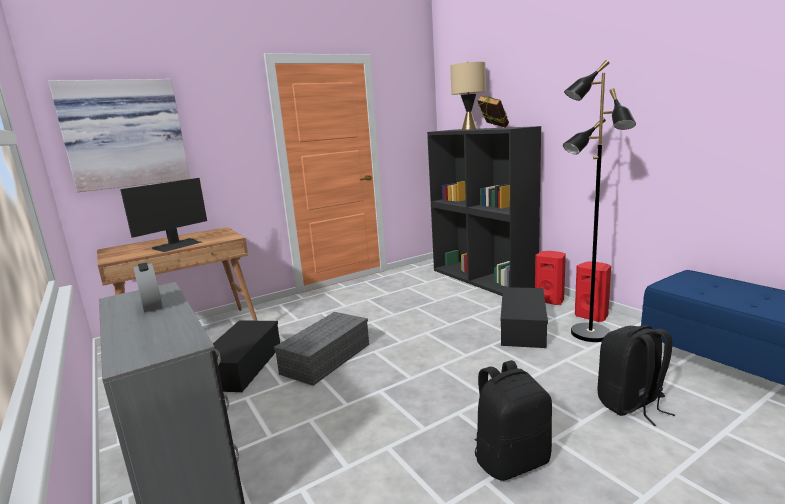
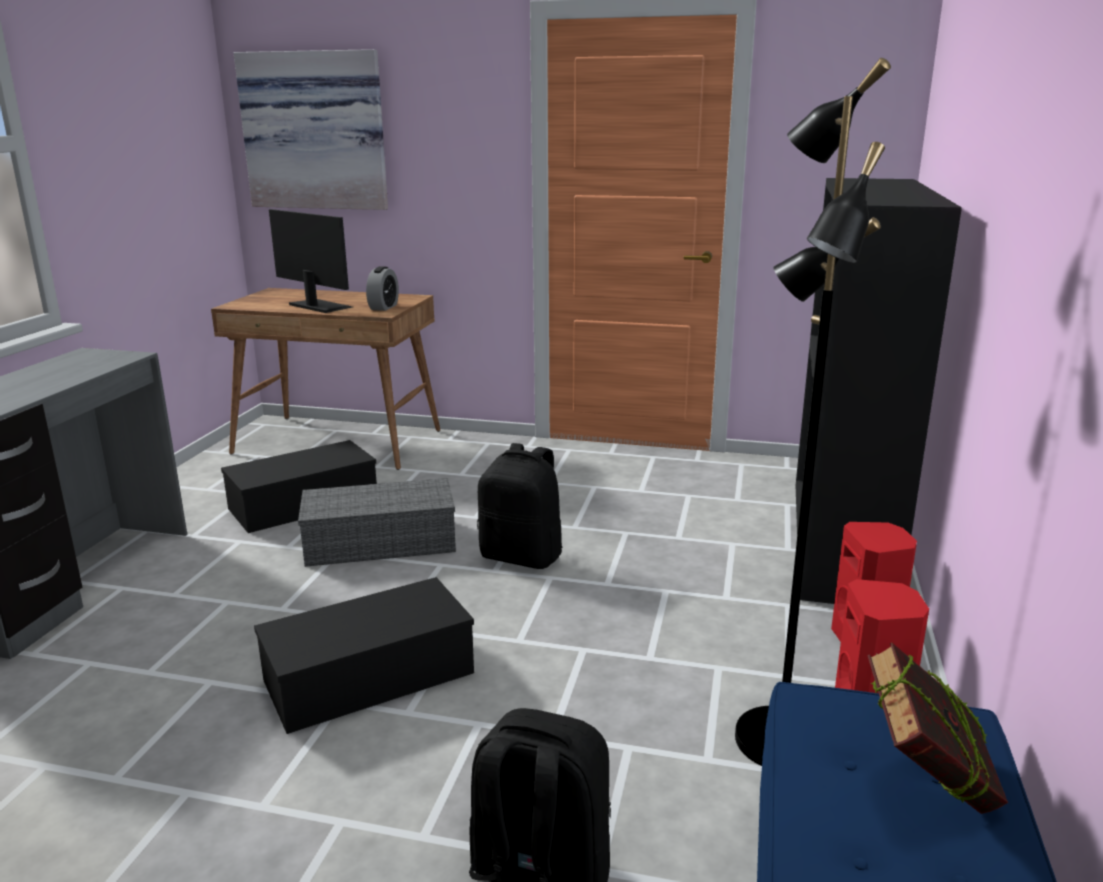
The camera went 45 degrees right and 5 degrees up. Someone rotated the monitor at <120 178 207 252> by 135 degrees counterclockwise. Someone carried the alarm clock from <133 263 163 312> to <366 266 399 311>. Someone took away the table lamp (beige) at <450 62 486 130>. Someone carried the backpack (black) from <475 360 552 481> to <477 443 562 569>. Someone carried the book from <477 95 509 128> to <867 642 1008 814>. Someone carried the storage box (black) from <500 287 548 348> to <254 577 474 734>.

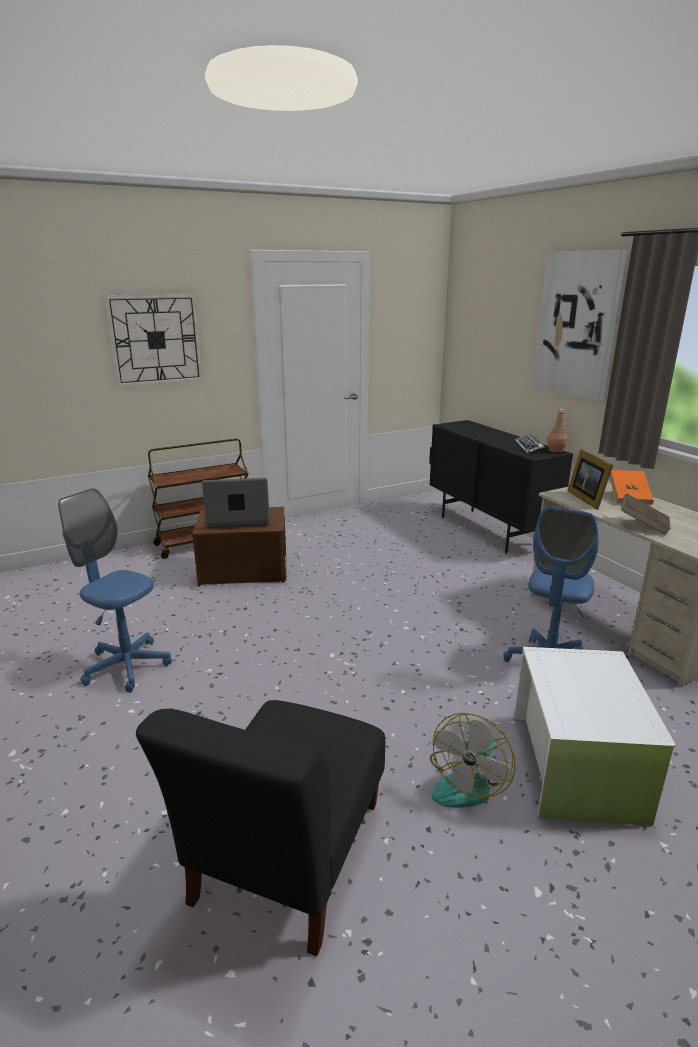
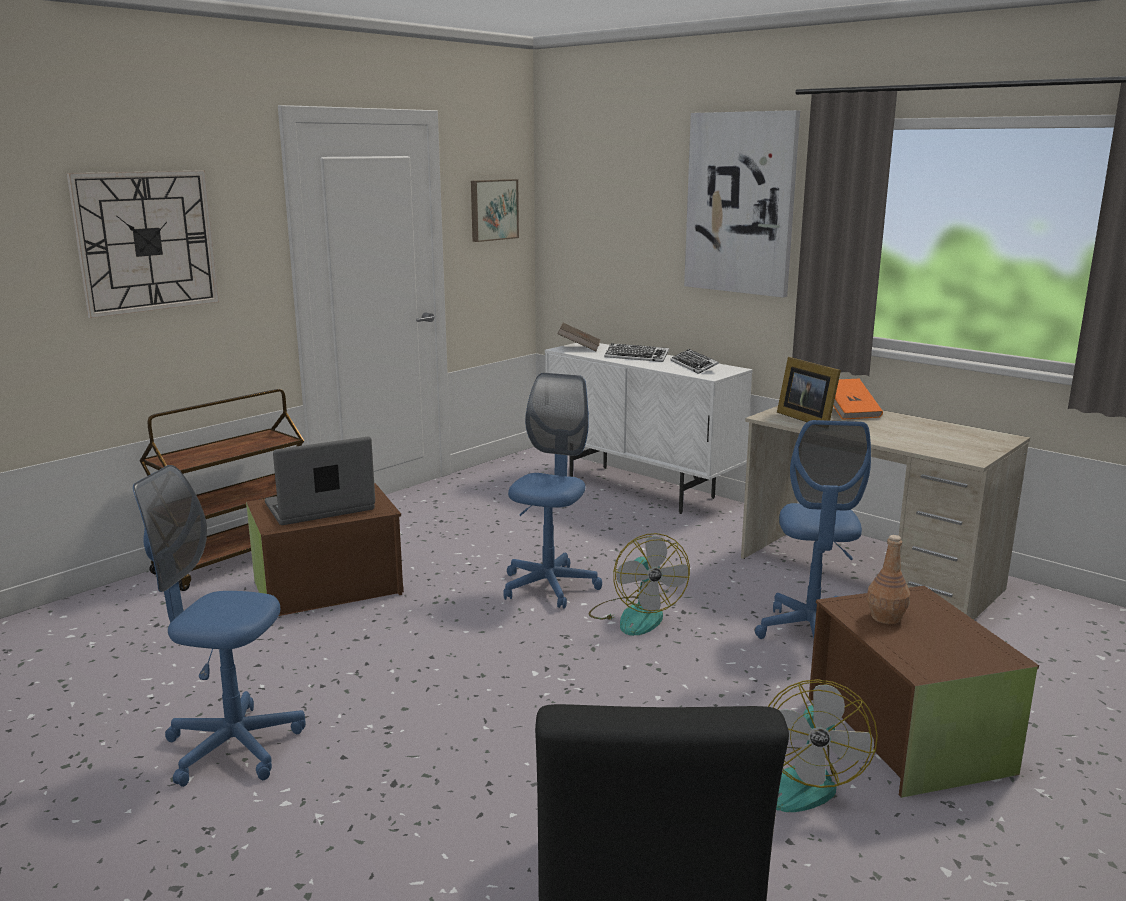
The camera went 20 degrees left and 5 degrees down. Someone repainted the cabinet (black) at <429 420 573 554>, which became the cabinet (white) at <545 343 753 514>. Someone repainted the storage box (white) at <514 647 676 826>, which became the storage box (brown) at <809 586 1039 798>. Someone carried the bottle (brown) from <547 409 568 453> to <867 535 910 624>. Someone carried the book (brown) from <621 493 671 535> to <558 323 600 352>. Someone put up the picture at <471 179 519 242>. Someone put down the office chair (blue) at <503 373 602 609>. Someone put down the fan at <589 533 690 636>. Someone put down the keyboard at <604 343 669 362>.

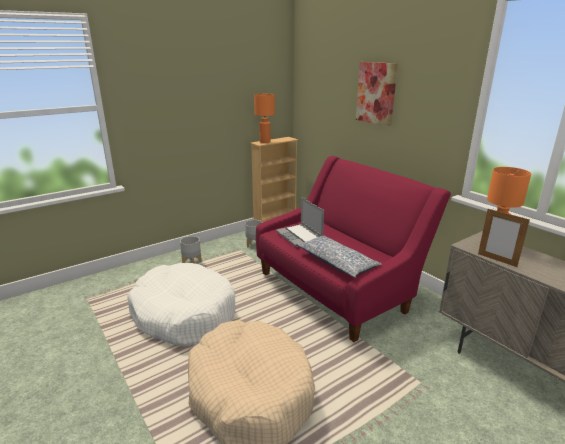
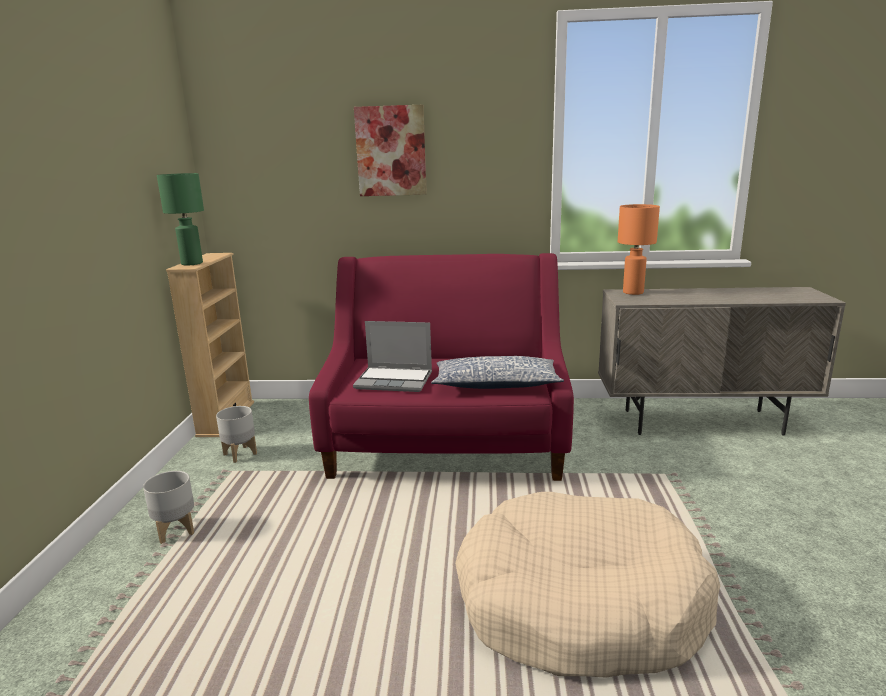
The camera went 50 degrees left and 5 degrees down. Someone took away the dog bed (white) at <127 263 235 347>. Someone repainted the table lamp (orange) at <254 94 275 143>, which became the table lamp (green) at <157 173 204 265>. Someone took away the picture frame at <478 208 530 267>.

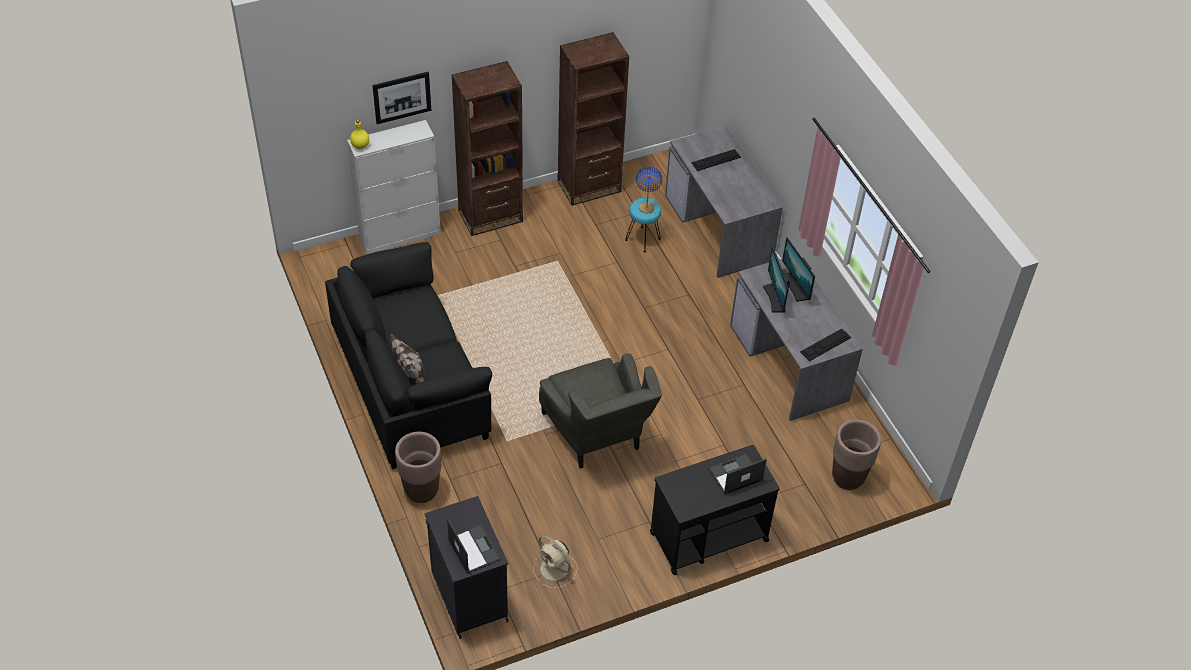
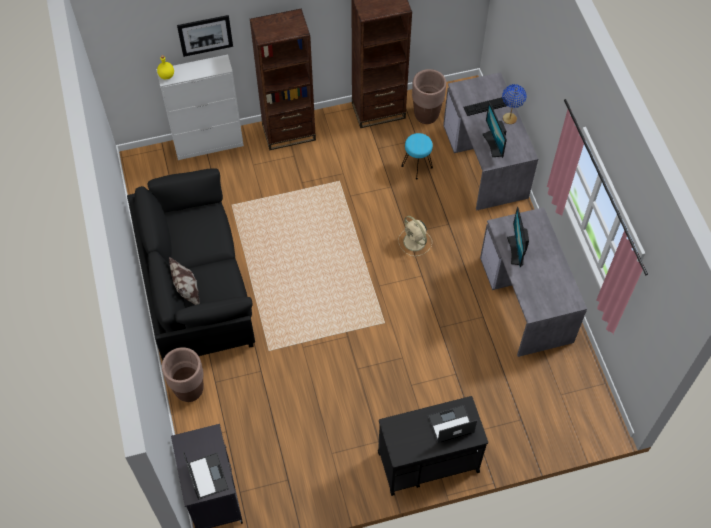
The camera went 10 degrees right and 10 degrees up. Someone carried the fan (beige) from <533 536 578 588> to <398 216 432 256>. Someone took away the armchair (grey) at <539 353 662 469>. Someone carried the table lamp (blue) from <636 166 662 213> to <502 84 526 124>. Someone carried the monitor from <782 237 815 302> to <482 102 507 158>. Someone took away the keyboard at <800 329 851 361>. Someone carried the planter (brown) from <832 419 881 490> to <412 69 446 124>.

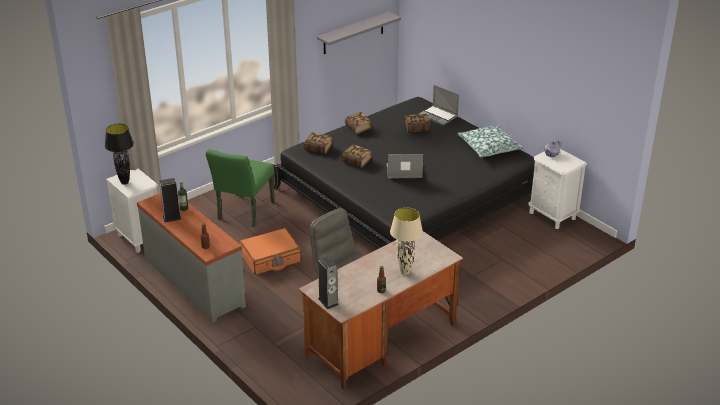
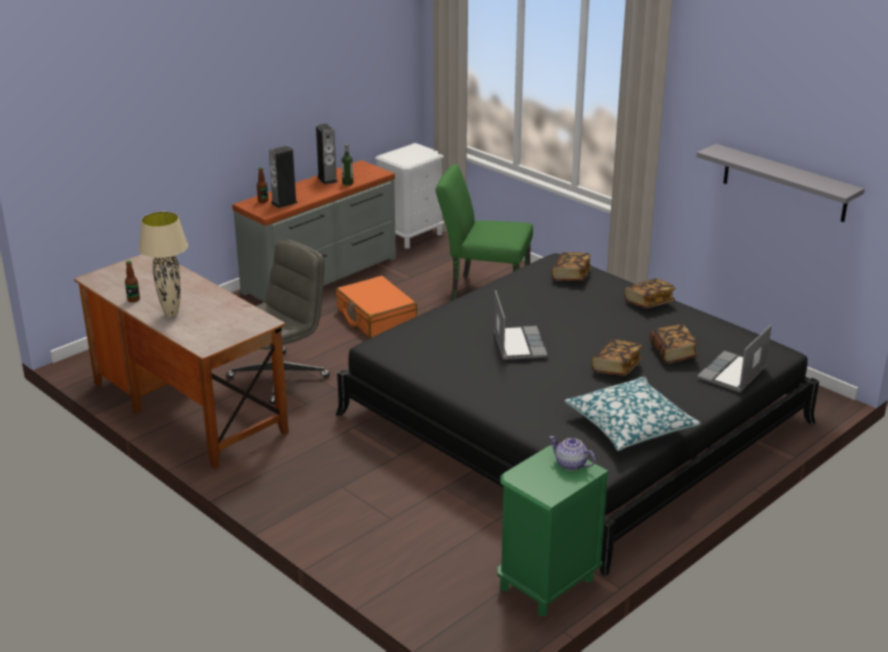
The camera went 85 degrees right and 5 degrees down. Someone took away the table lamp (black) at <105 124 134 185>. Someone carried the speaker from <318 257 339 309> to <269 146 298 208>. Someone carried the book from <342 144 373 168> to <592 339 642 376>. Someone repainted the nightstand (white) at <528 149 587 229>, which became the nightstand (green) at <497 445 610 616>.

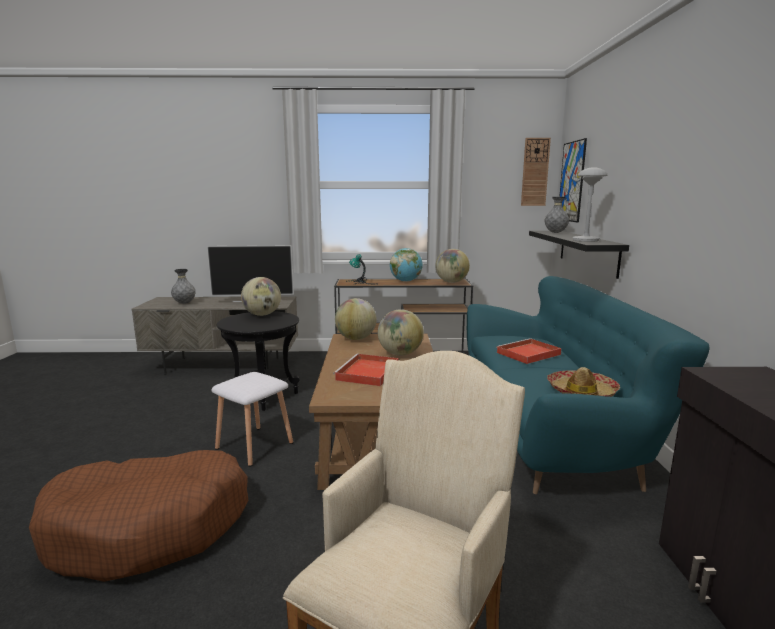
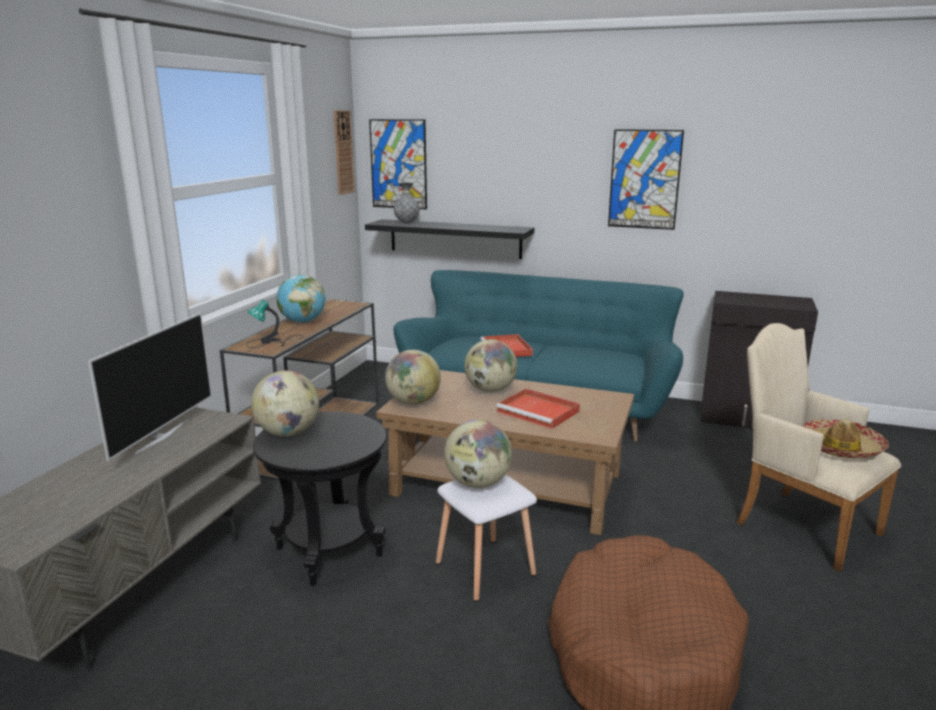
The camera went 70 degrees left and 5 degrees up. Someone took away the vase (grey) at <171 269 196 304>. Someone carried the globe from <435 249 470 283> to <444 420 512 488>. Someone carried the hat from <547 367 620 397> to <802 419 889 458>. Someone took away the table lamp (grey) at <572 168 608 242>. Someone put up the picture at <608 129 684 230>.

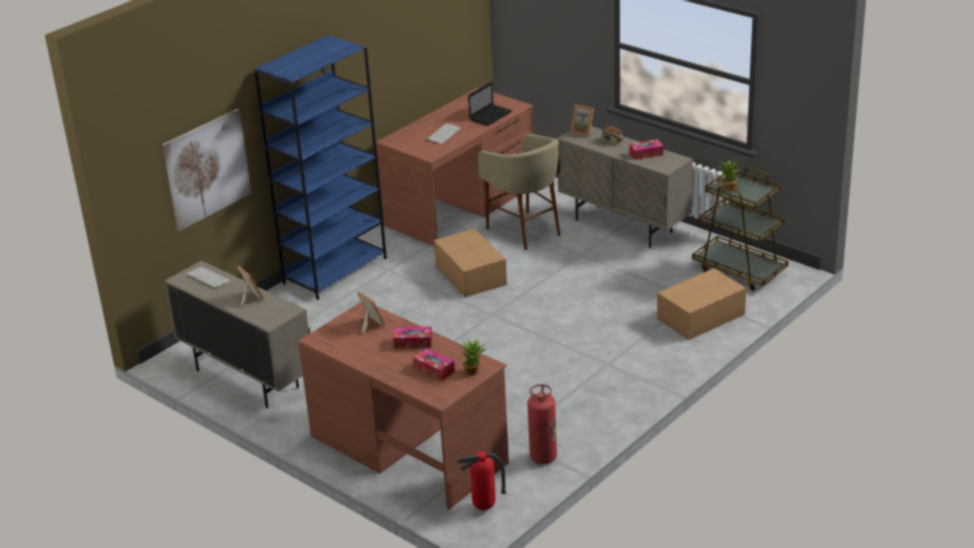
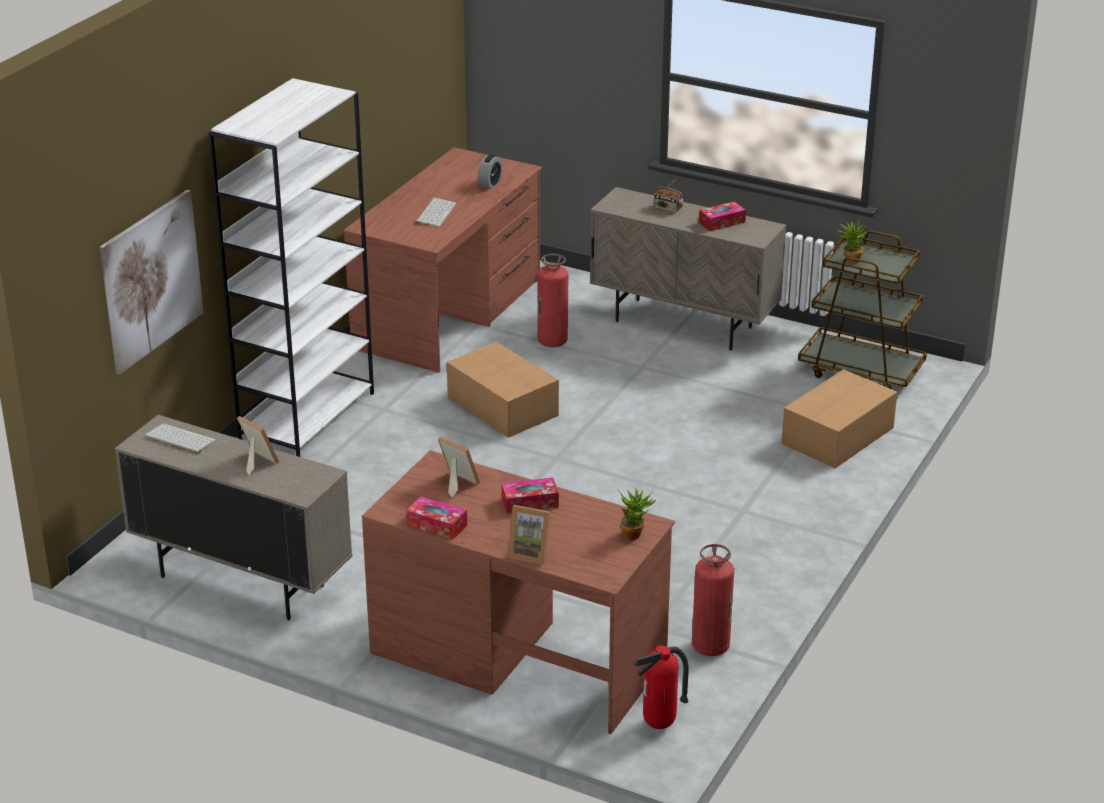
The camera went 15 degrees left and 0 degrees up. Someone repainted the bookcase (blue) at <254 35 387 300>, which became the bookcase (white) at <209 78 374 457>. Someone carried the tissue box from <413 348 455 381> to <406 496 467 540>. Someone swapped the laptop at <468 82 513 126> for the alarm clock at <478 155 503 189>. Someone swapped the stool (beige) at <478 134 560 250> for the fire extinguisher at <537 254 568 347>. Someone carried the picture frame from <571 104 594 137> to <507 505 551 565>.

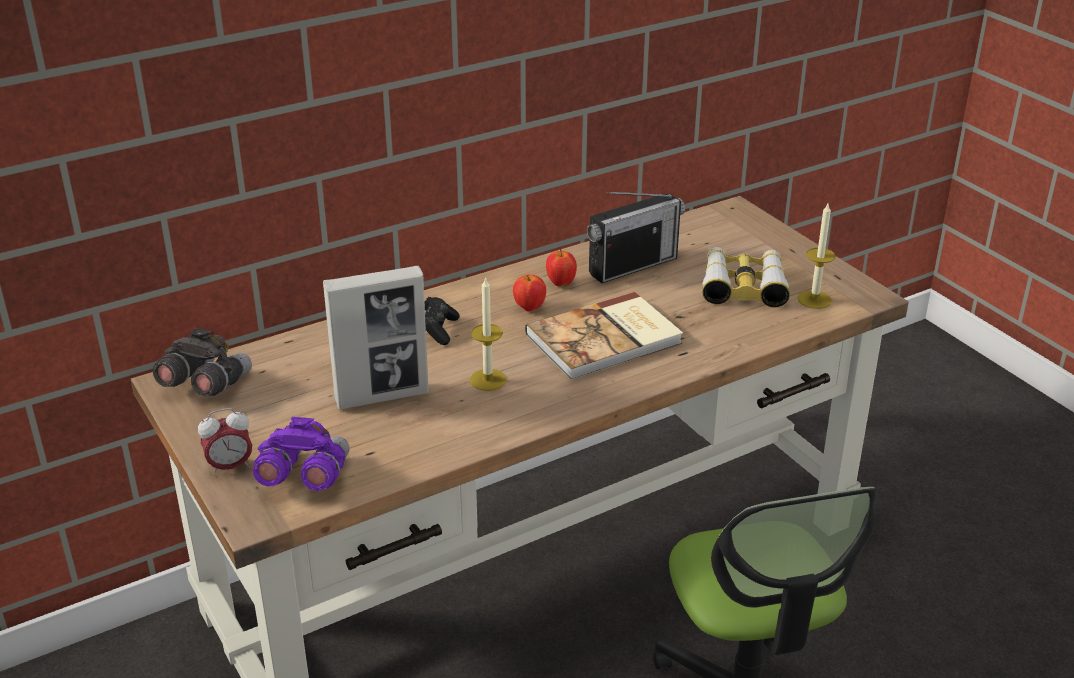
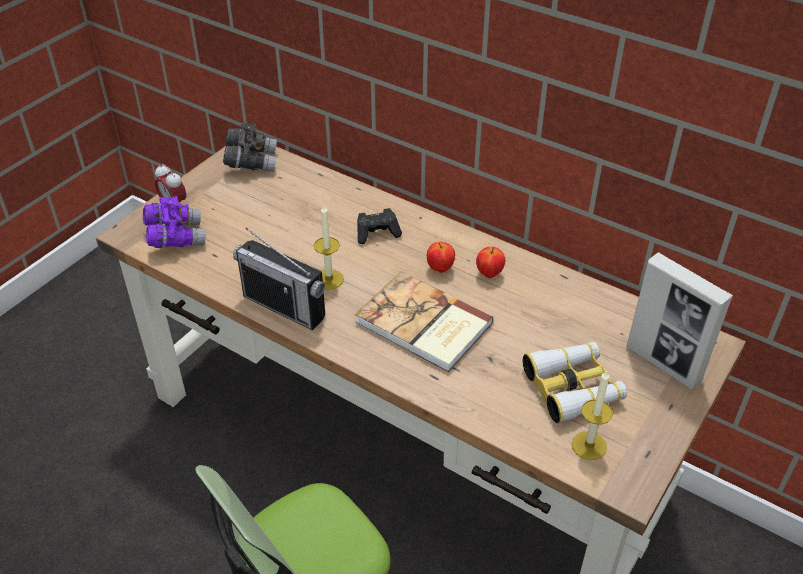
The camera went 65 degrees right and 10 degrees up. Someone carried the picture frame from <323 266 429 410> to <626 252 733 390>. Someone carried the radio from <587 192 685 283> to <233 227 325 330>.

